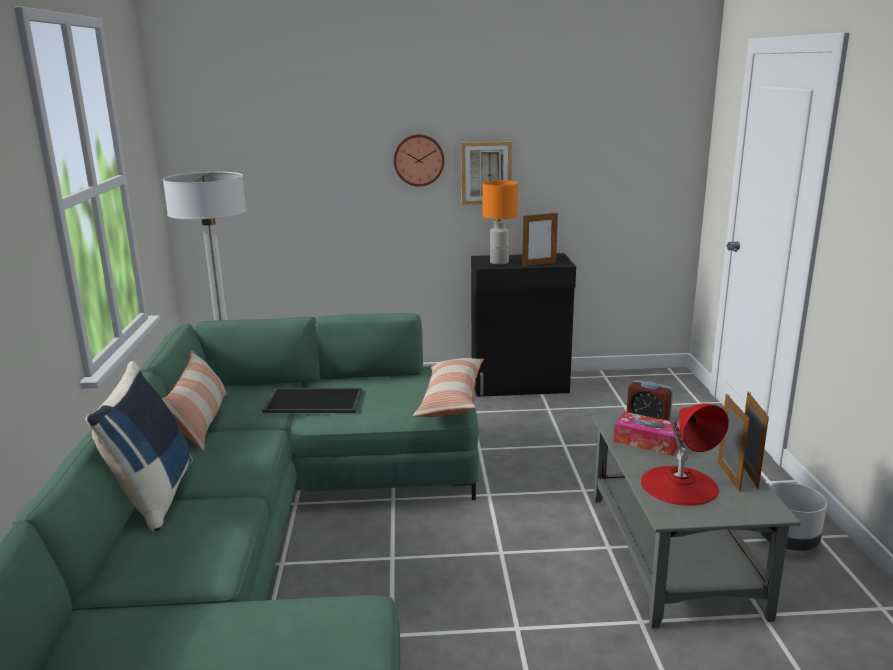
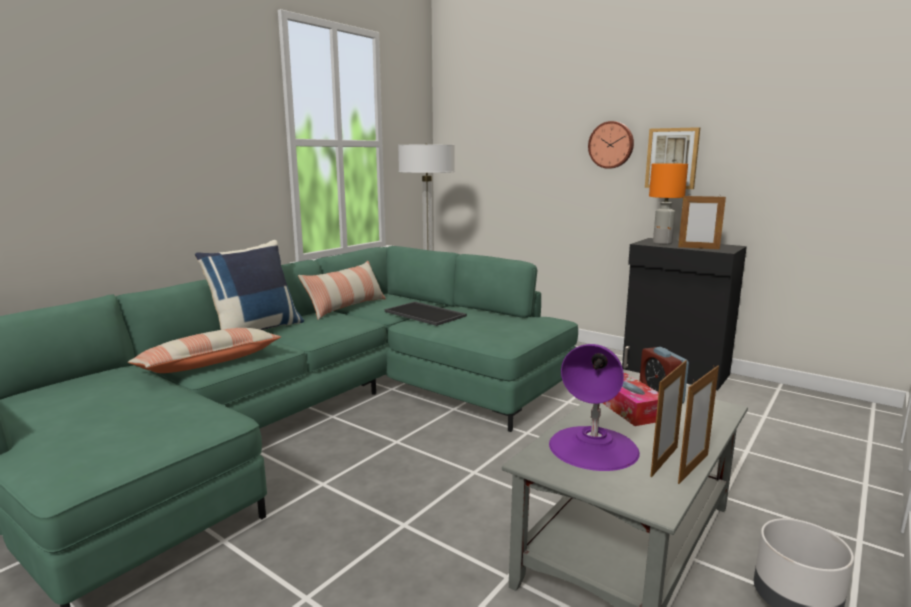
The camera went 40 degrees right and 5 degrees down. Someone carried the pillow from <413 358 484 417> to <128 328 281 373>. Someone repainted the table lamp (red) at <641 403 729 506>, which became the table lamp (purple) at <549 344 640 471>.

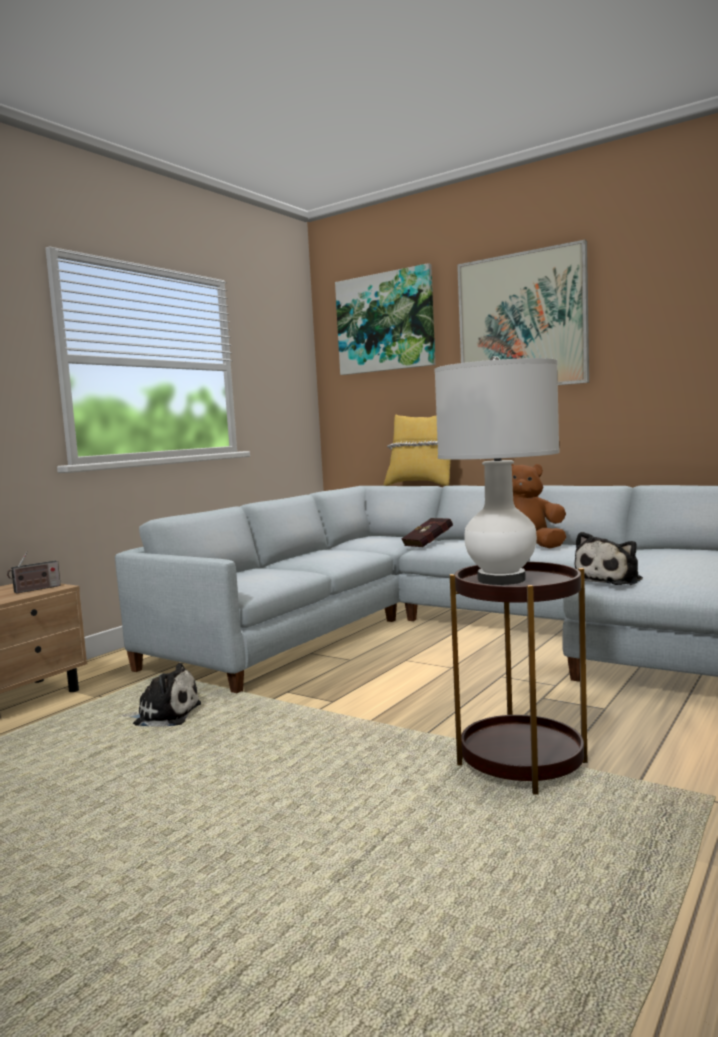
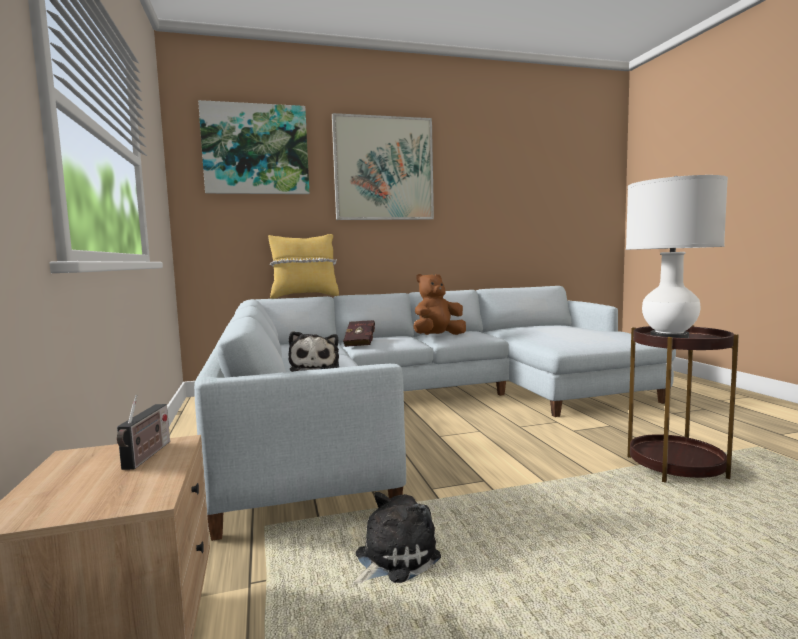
The camera went 50 degrees left and 0 degrees up. Someone carried the plush toy from <575 532 643 585> to <289 331 339 372>.

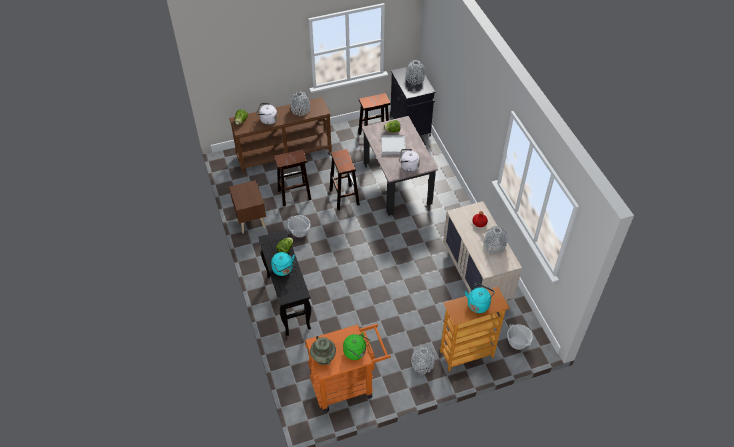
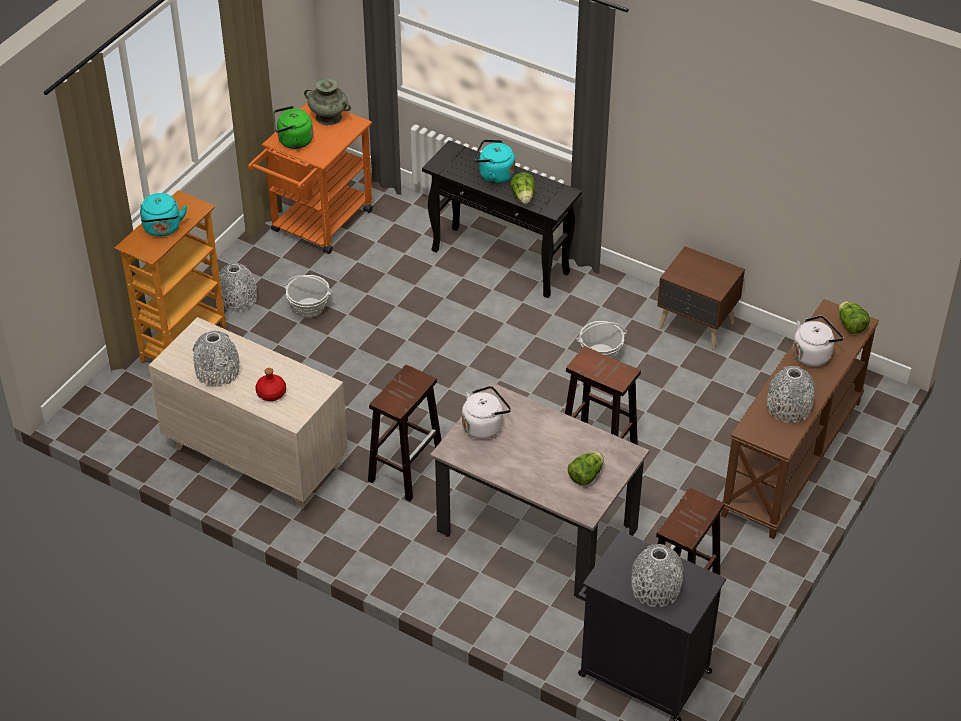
The camera went 140 degrees right and 5 degrees down. Someone carried the stool (brown) from <274 149 311 206> to <368 365 442 502>. Someone took away the tray (white) at <381 135 406 154>. Someone carried the basket from <507 324 533 350> to <283 275 333 318>.

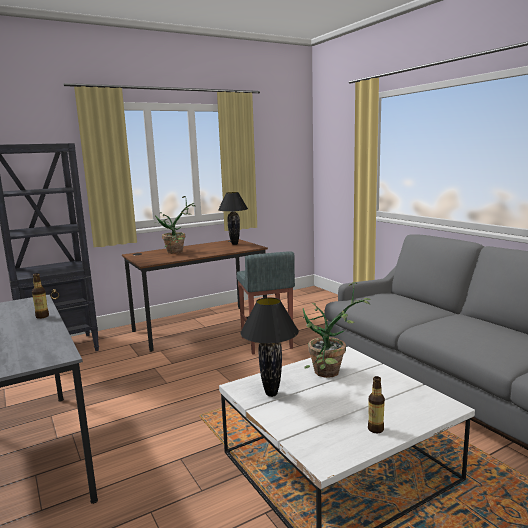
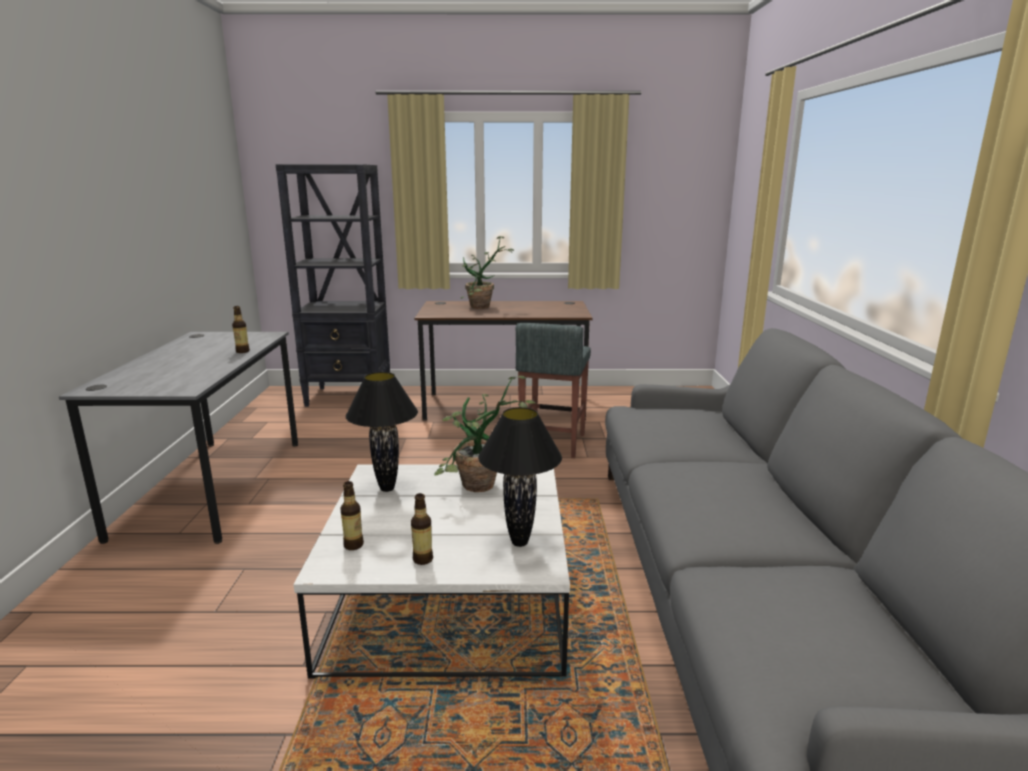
The camera went 30 degrees right and 5 degrees up. Someone carried the table lamp (black) from <218 192 248 245> to <478 407 562 547>. Someone put down the bottle at <340 481 364 550>.

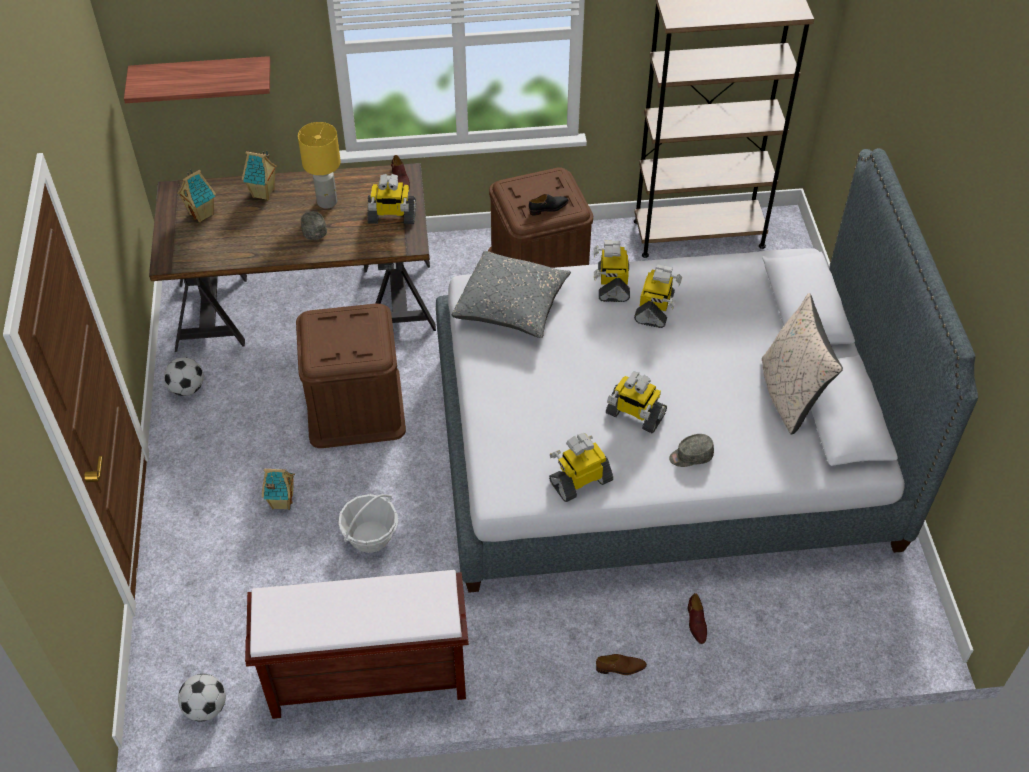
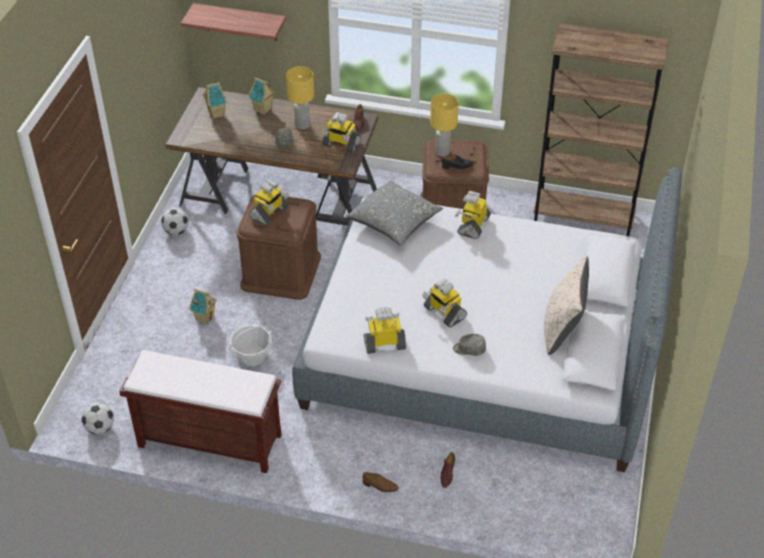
The camera went 20 degrees right and 5 degrees down. Someone carried the toy robot from <634 264 682 328> to <249 180 289 225>. Someone put down the table lamp (yellow) at <430 94 459 157>.

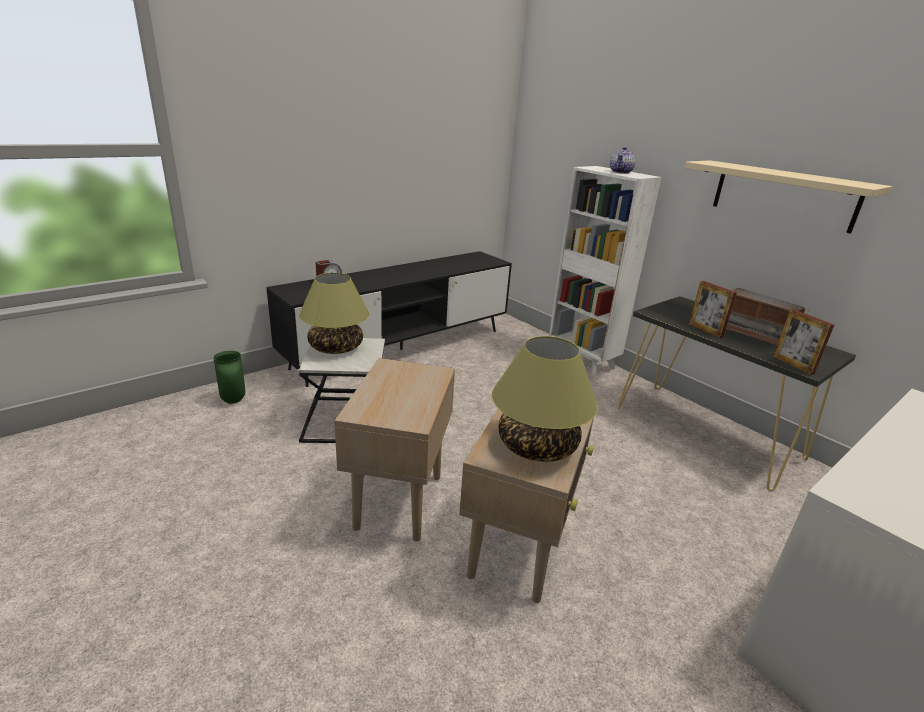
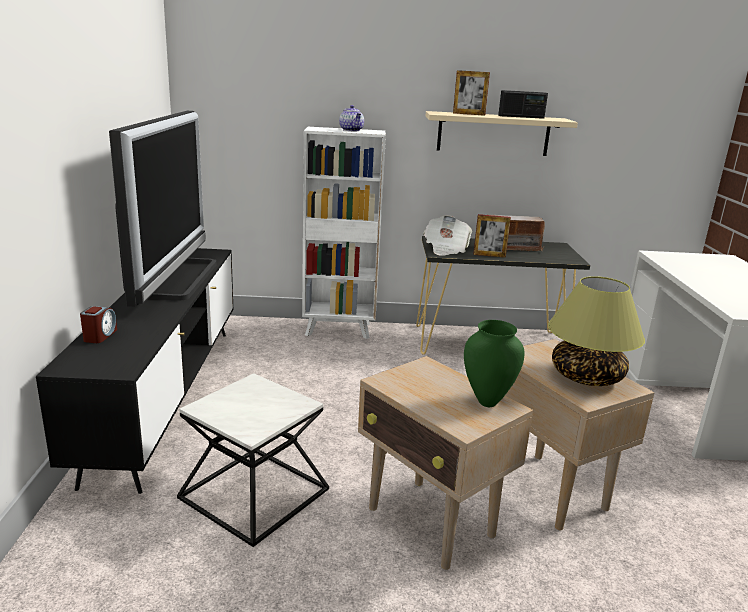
The camera went 50 degrees left and 5 degrees down. Someone carried the vase (green) from <214 351 246 404> to <464 320 525 407>. Someone took away the table lamp at <299 273 369 354>. Someone carried the picture frame from <773 309 834 375> to <453 70 490 116>. Someone put down the television at <109 111 217 307>. Someone put down the newspaper at <423 215 472 256>. Someone put down the radio at <498 90 548 119>.

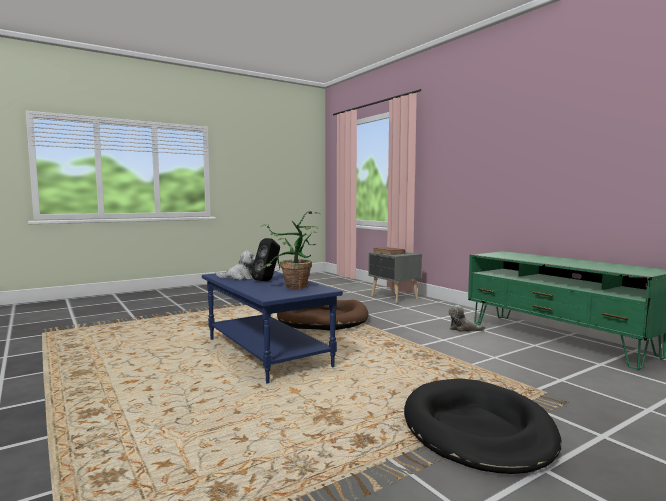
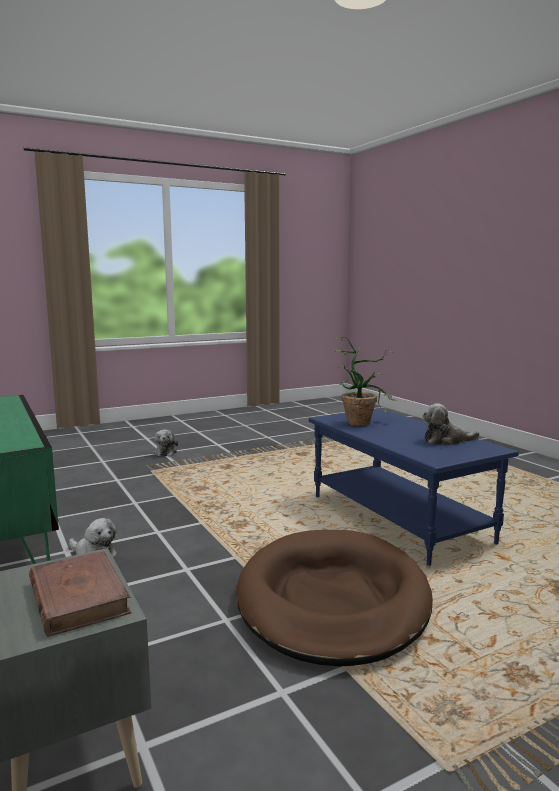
The camera went 175 degrees left and 5 degrees up. Someone took away the speaker (black) at <251 238 280 281>. Someone took away the dog bed (black) at <404 378 561 474>. Someone put down the plush toy at <153 430 178 456>.

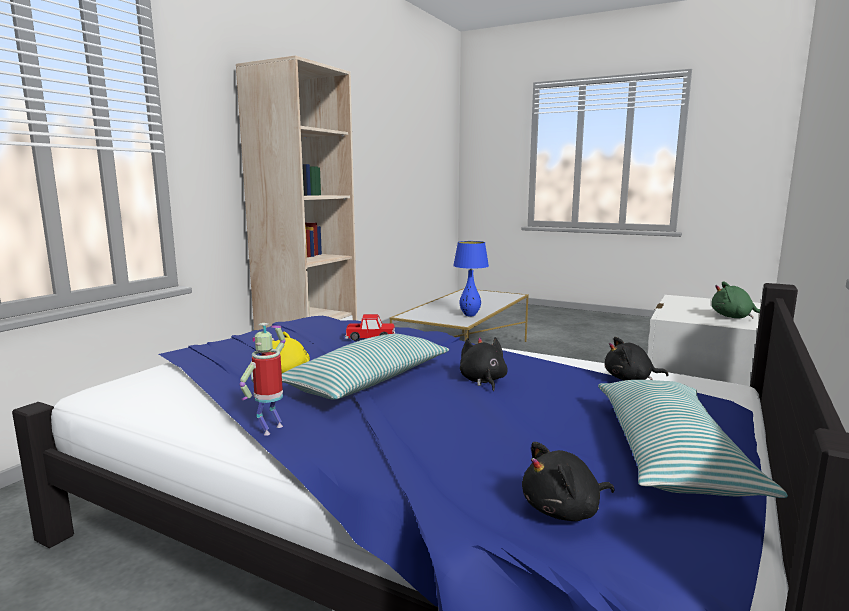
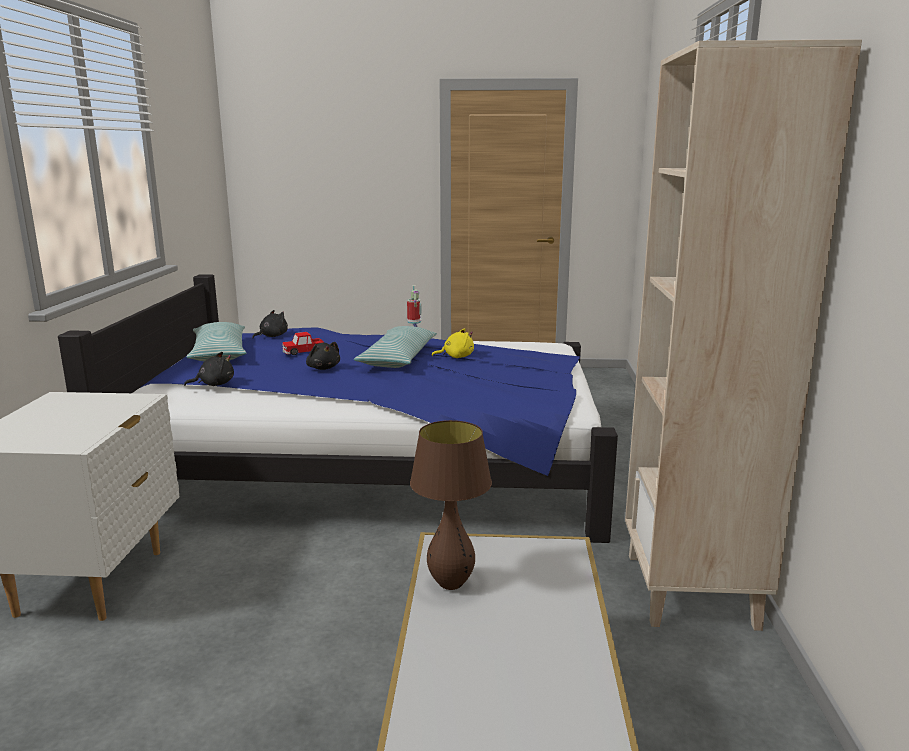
The camera went 155 degrees right and 5 degrees up. Someone carried the toy car from <345 314 395 341> to <282 332 324 355>. Someone repainted the table lamp (blue) at <453 241 489 317>, which became the table lamp (brown) at <410 420 492 590>. Someone took away the plush toy (green) at <711 282 760 319>.

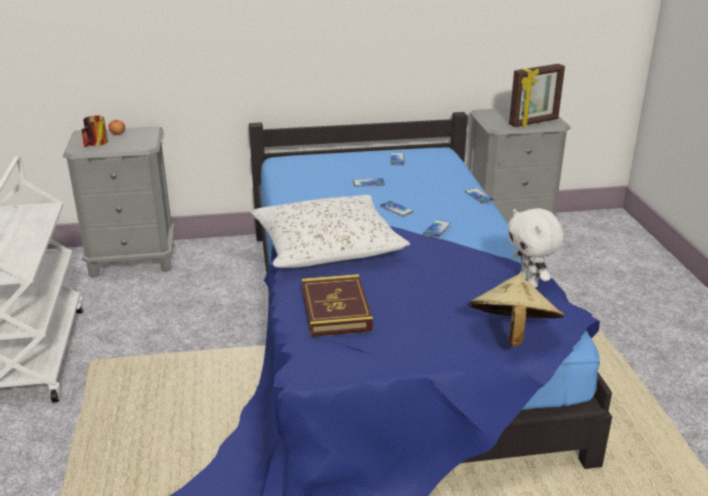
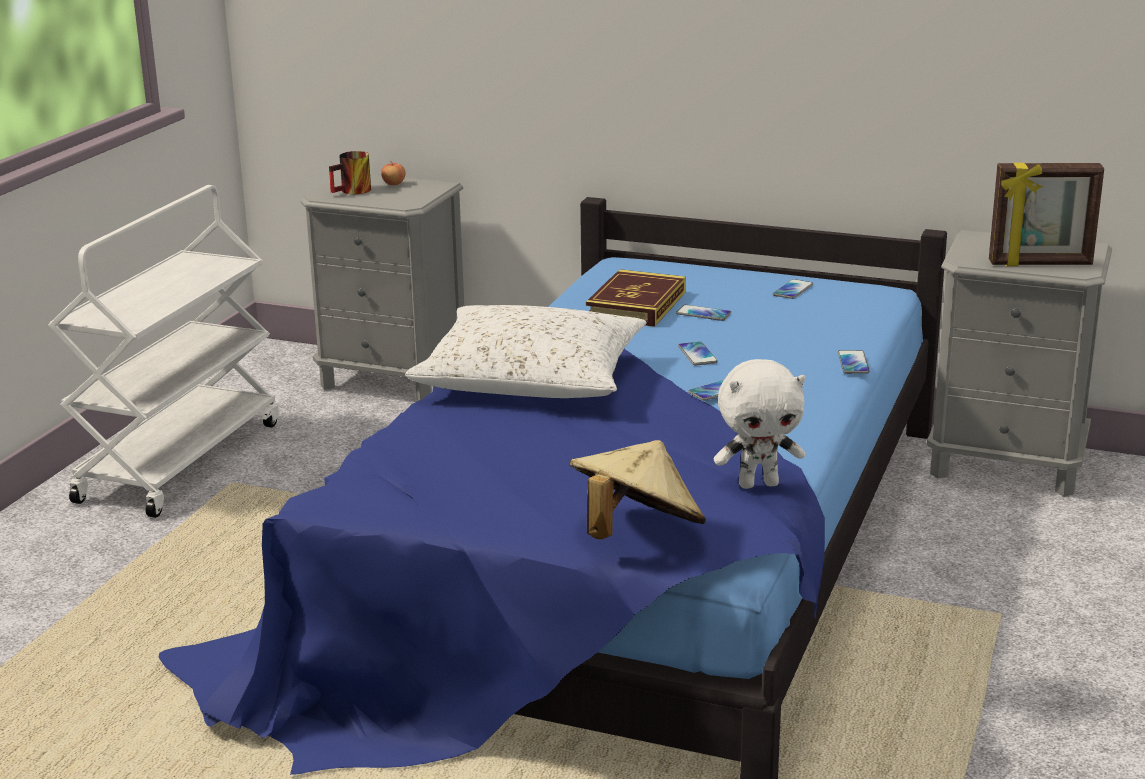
The camera went 30 degrees right and 5 degrees down. Someone carried the book from <302 274 373 337> to <586 269 686 327>. Someone rotated the plush toy (white) at <507 208 564 288> by 105 degrees counterclockwise.

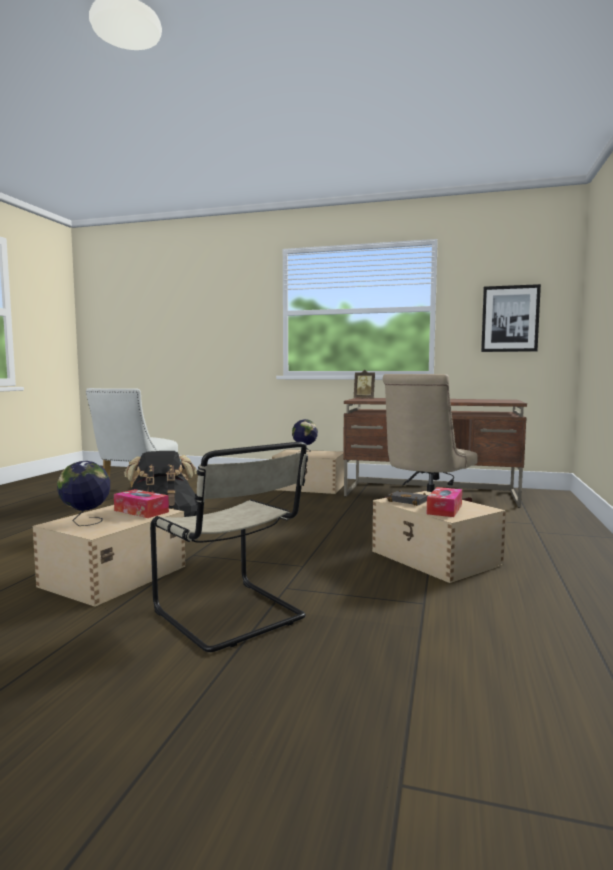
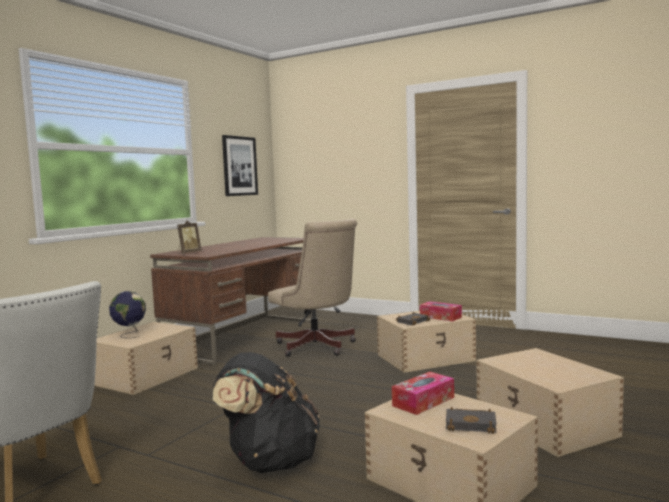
The camera went 75 degrees left and 0 degrees up. Someone swapped the globe at <57 461 110 526> for the book (black) at <446 407 497 434>. Someone swapped the chair (beige) at <150 442 308 652> for the storage box (beige) at <476 348 624 457>.

